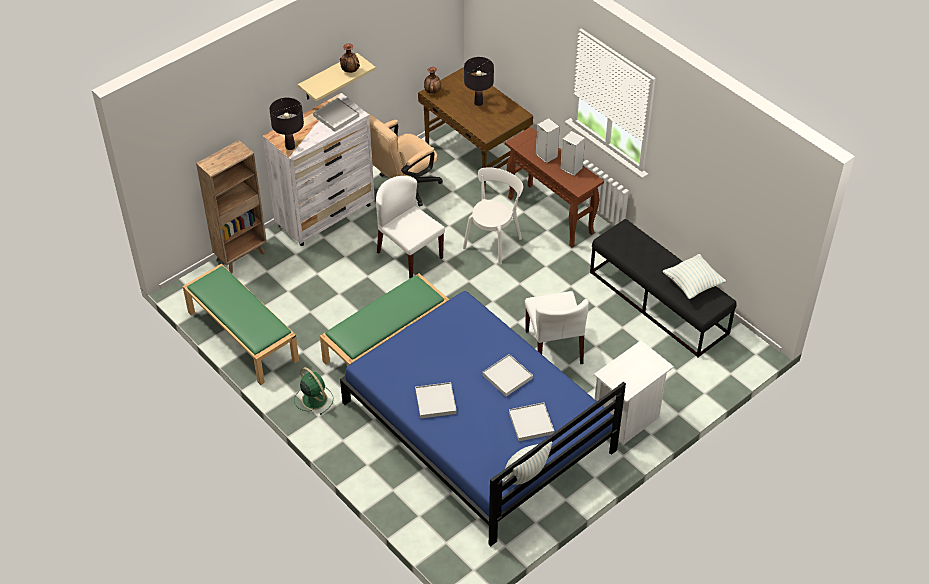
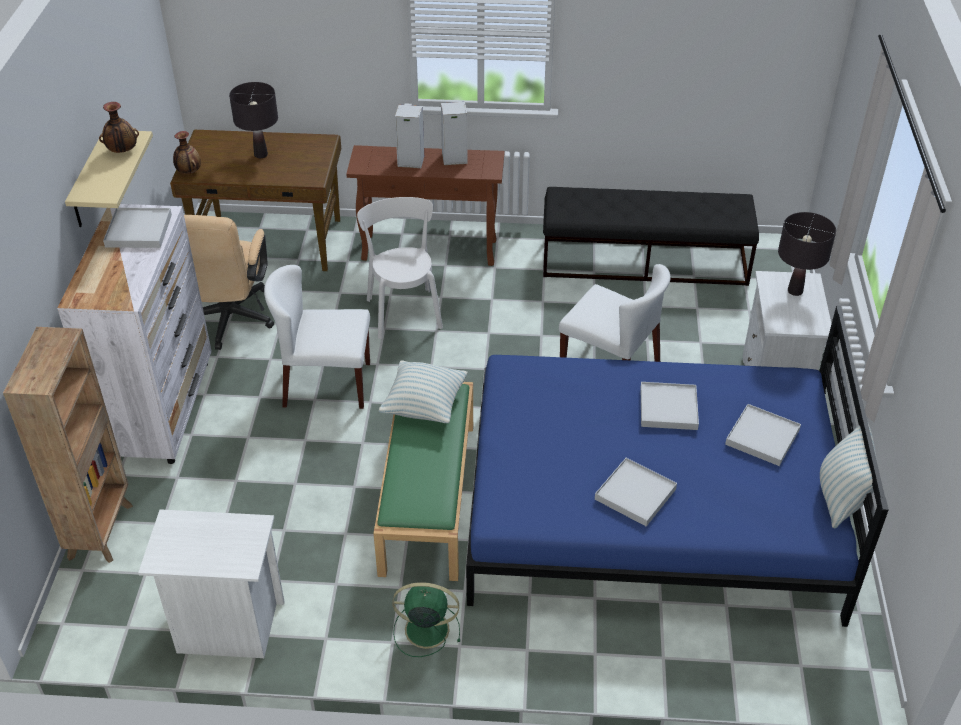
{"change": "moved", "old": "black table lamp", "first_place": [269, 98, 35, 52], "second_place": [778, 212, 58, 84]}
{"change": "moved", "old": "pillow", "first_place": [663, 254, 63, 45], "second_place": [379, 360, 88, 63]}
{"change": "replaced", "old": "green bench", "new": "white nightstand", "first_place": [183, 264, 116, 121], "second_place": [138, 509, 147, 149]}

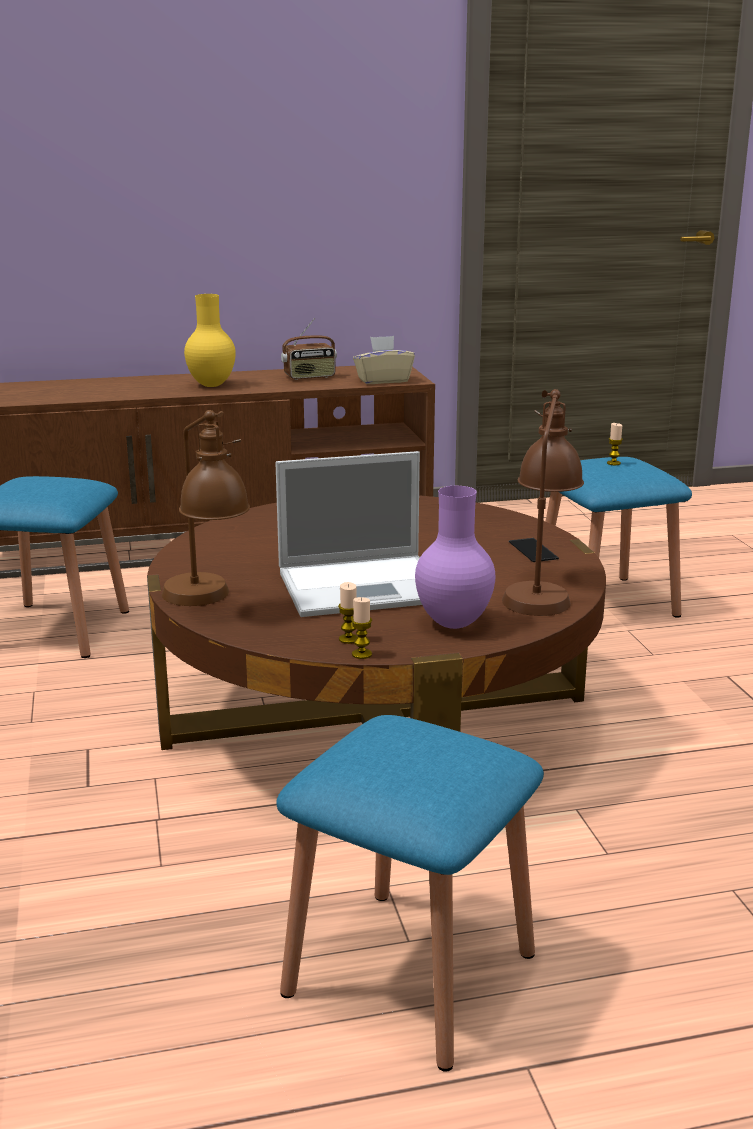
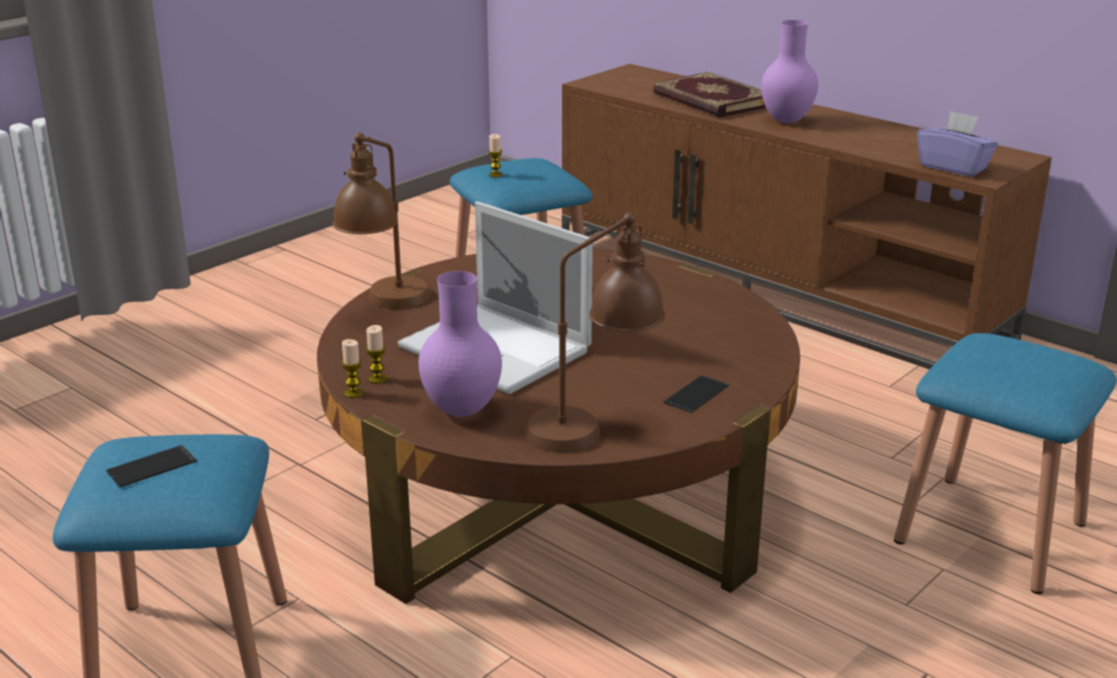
{"change": "recoloured", "old": "yellow vase", "new": "purple vase", "first_place": [184, 294, 52, 93], "second_place": [761, 20, 57, 103]}
{"change": "removed", "old": "radio", "first_place": [281, 318, 56, 62]}
{"change": "recoloured", "old": "beige tissue box", "new": "purple tissue box", "first_place": [353, 336, 62, 48], "second_place": [917, 111, 81, 66]}
{"change": "moved", "old": "candle", "first_place": [607, 423, 16, 42], "second_place": [488, 134, 15, 43]}
{"change": "added", "new": "book", "second_place": [653, 72, 113, 46]}
{"change": "added", "new": "phone", "second_place": [106, 445, 91, 42]}

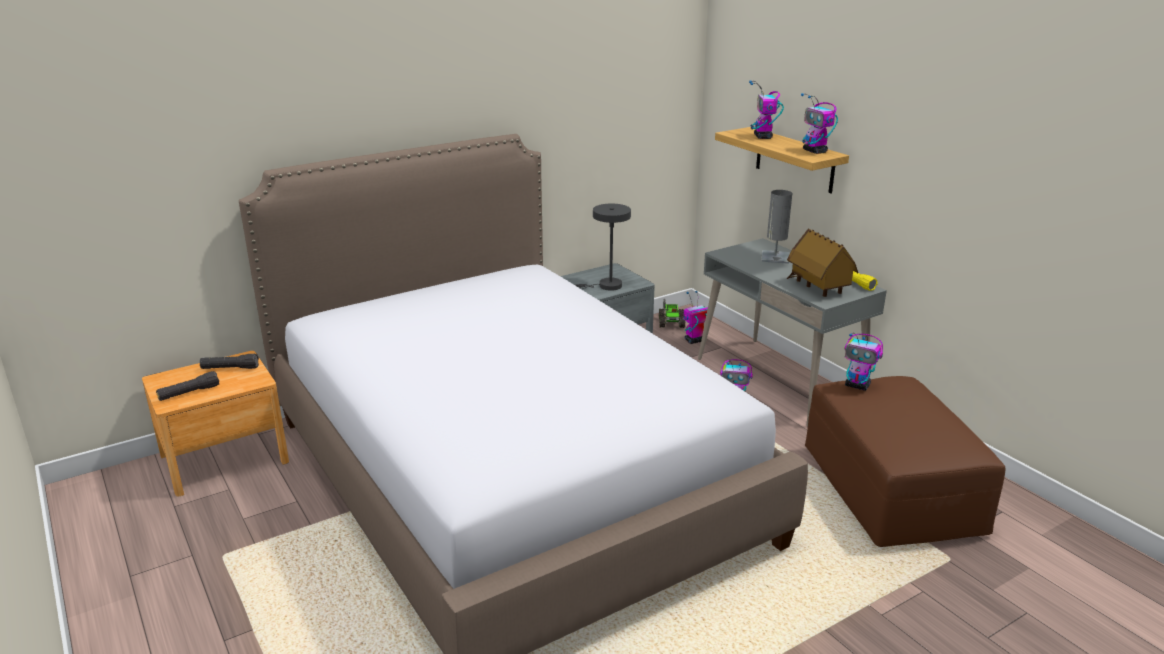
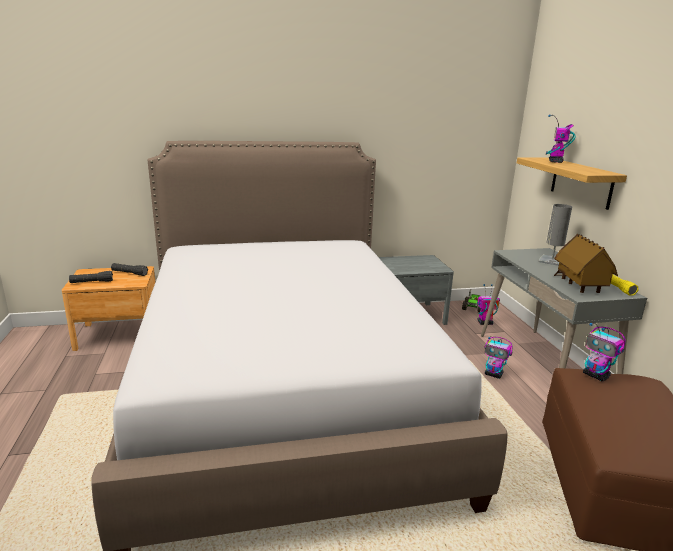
{"change": "removed", "old": "toy robot", "first_place": [801, 93, 37, 61]}
{"change": "removed", "old": "grey table lamp", "first_place": [575, 204, 56, 87]}

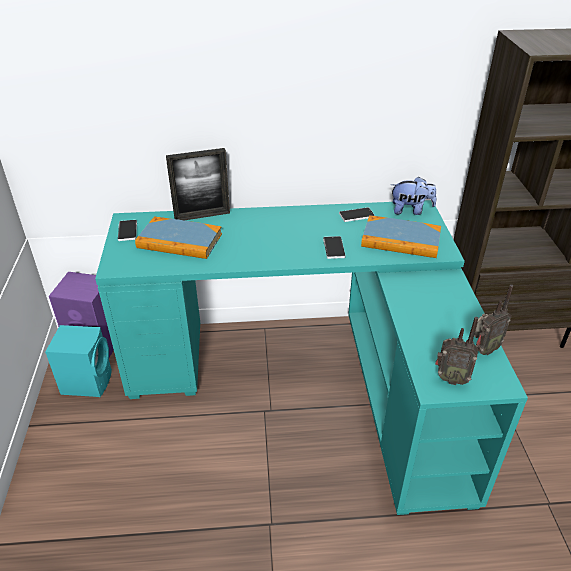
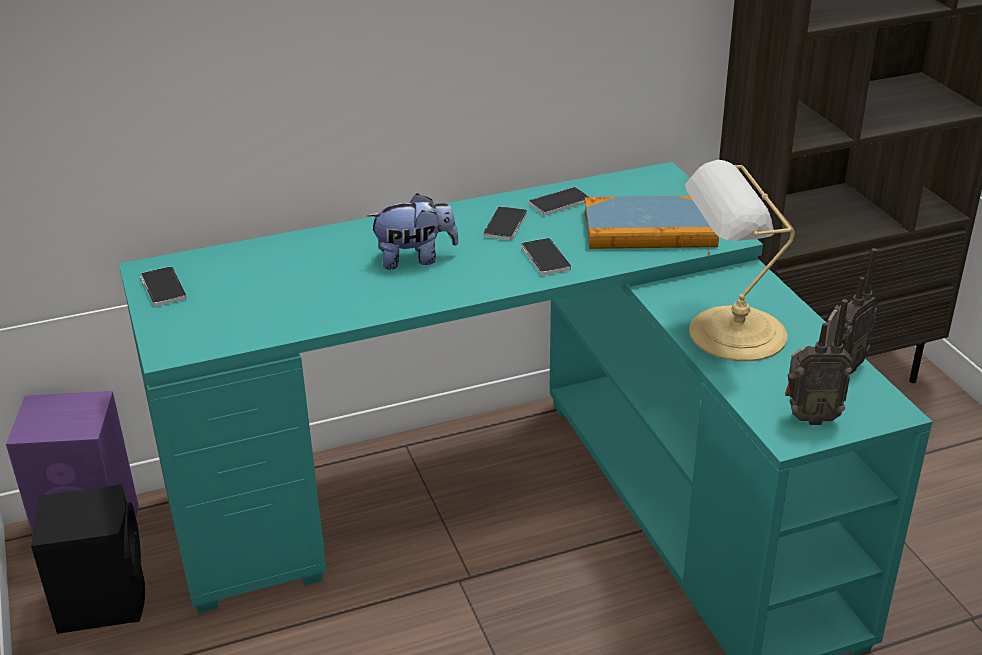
{"change": "removed", "old": "picture frame", "first_place": [166, 148, 64, 72]}
{"change": "moved", "old": "plush toy", "first_place": [391, 177, 45, 38], "second_place": [368, 193, 91, 76]}
{"change": "removed", "old": "book", "first_place": [135, 216, 87, 43]}
{"change": "recoloured", "old": "turquoise speaker", "new": "black speaker", "first_place": [45, 325, 67, 72], "second_place": [31, 484, 114, 150]}
{"change": "added", "new": "table lamp", "second_place": [685, 160, 110, 201]}
{"change": "added", "new": "phone", "second_place": [483, 206, 44, 34]}

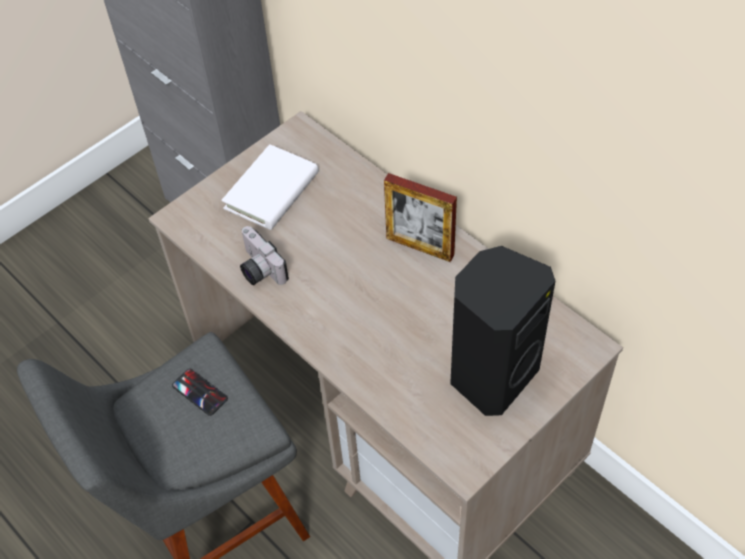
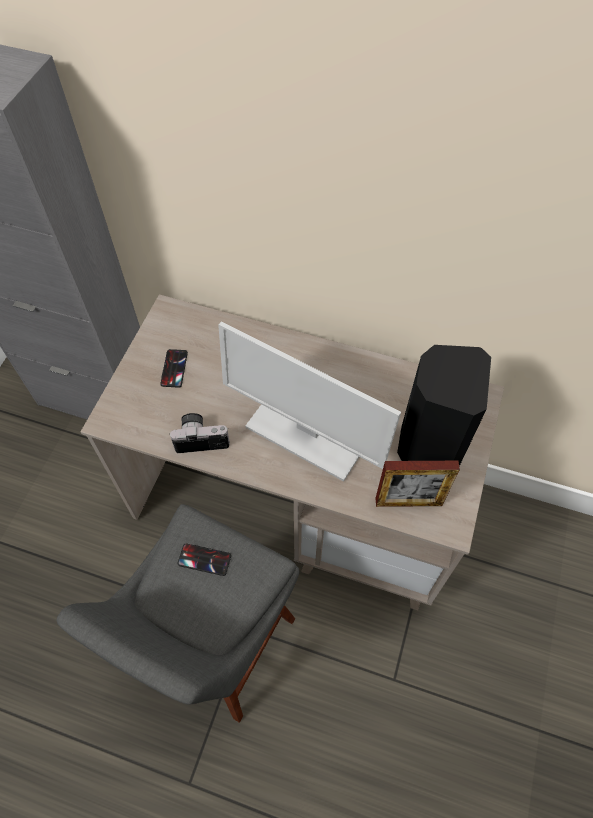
{"change": "replaced", "old": "white book", "new": "phone", "first_place": [221, 144, 98, 86], "second_place": [160, 349, 28, 39]}
{"change": "moved", "old": "picture frame", "first_place": [384, 173, 73, 89], "second_place": [376, 461, 84, 46]}
{"change": "turned", "old": "photo camera", "first_place": [240, 226, 49, 59], "second_place": [169, 413, 61, 40], "degrees": 150}
{"change": "added", "new": "monitor", "second_place": [218, 321, 183, 160]}

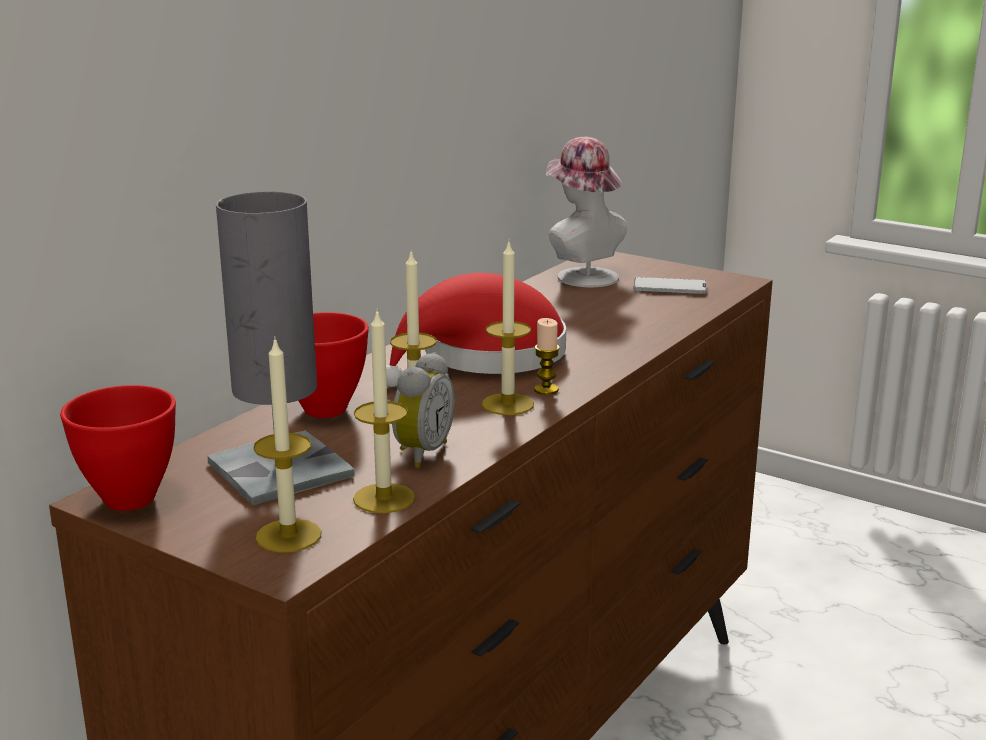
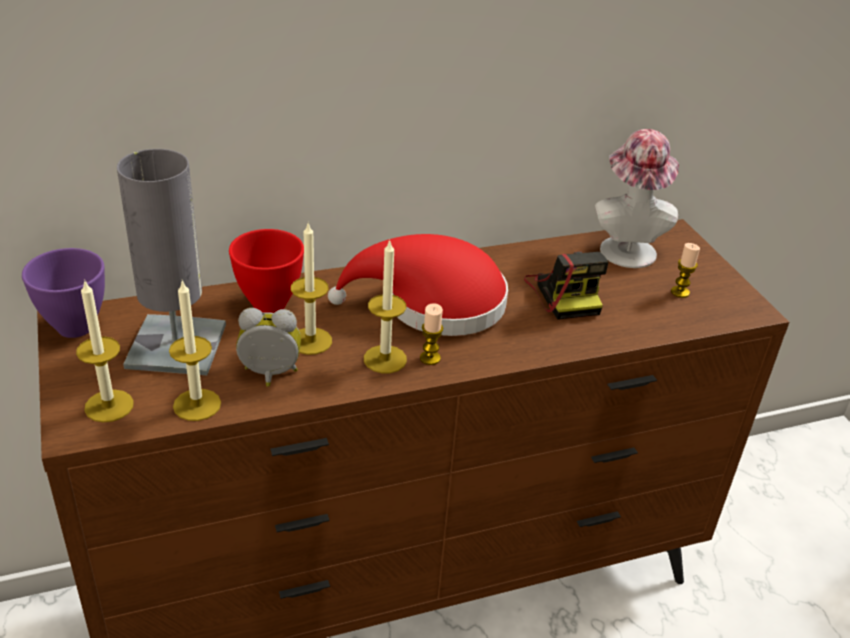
{"change": "replaced", "old": "phone", "new": "candle", "first_place": [633, 277, 73, 17], "second_place": [671, 243, 29, 55]}
{"change": "turned", "old": "alarm clock", "first_place": [392, 352, 63, 116], "second_place": [236, 308, 65, 79], "degrees": -150}
{"change": "recoloured", "old": "red bowl", "new": "purple bowl", "first_place": [60, 385, 116, 126], "second_place": [22, 248, 83, 90]}
{"change": "added", "new": "photo camera", "second_place": [524, 252, 85, 68]}

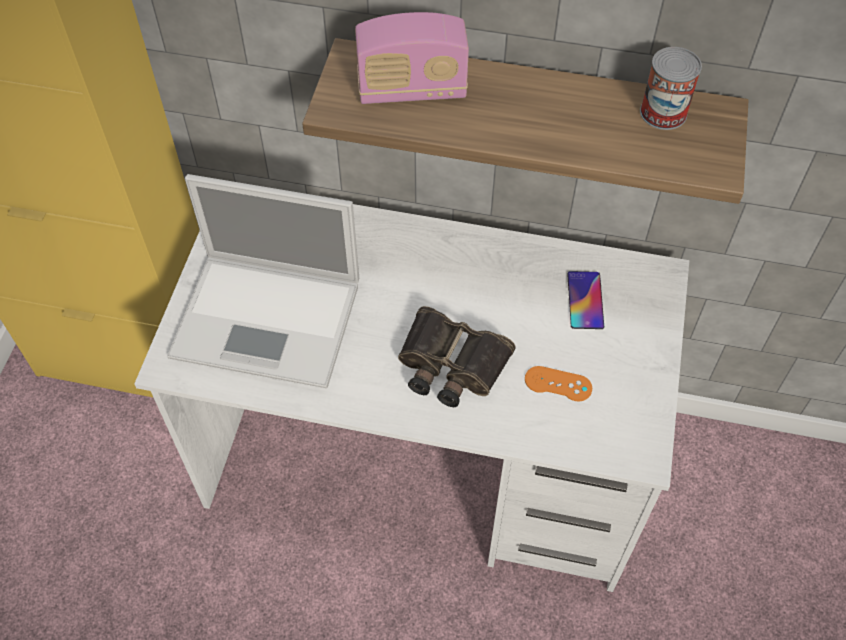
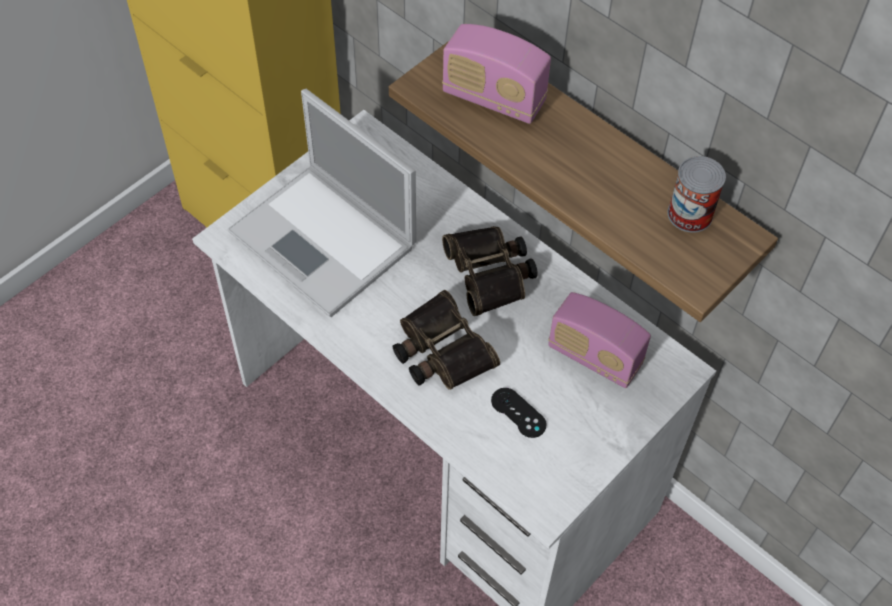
{"change": "replaced", "old": "phone", "new": "radio", "first_place": [567, 271, 37, 58], "second_place": [548, 292, 103, 96]}
{"change": "recoloured", "old": "orange game controller", "new": "black game controller", "first_place": [525, 366, 67, 35], "second_place": [491, 388, 56, 50]}
{"change": "added", "new": "binoculars", "second_place": [442, 226, 96, 90]}

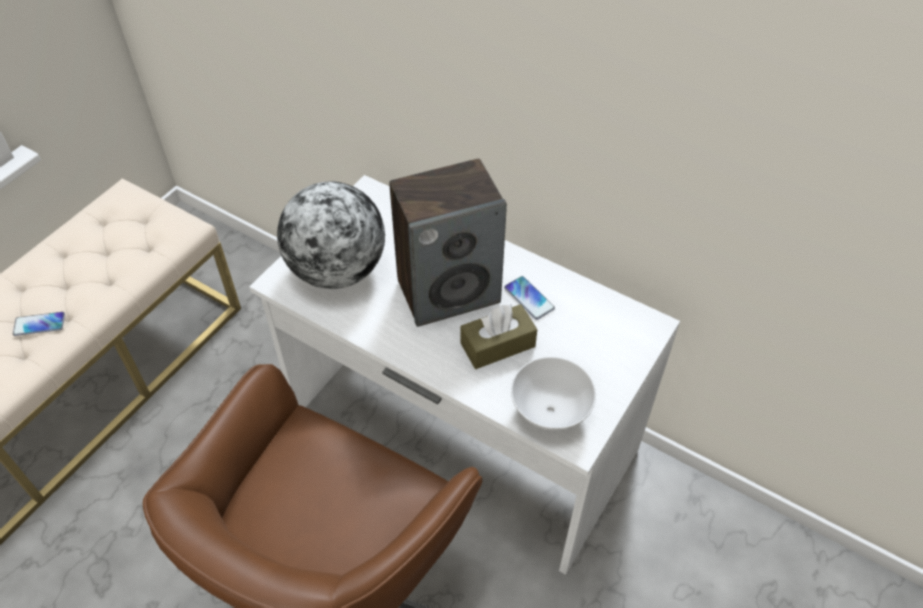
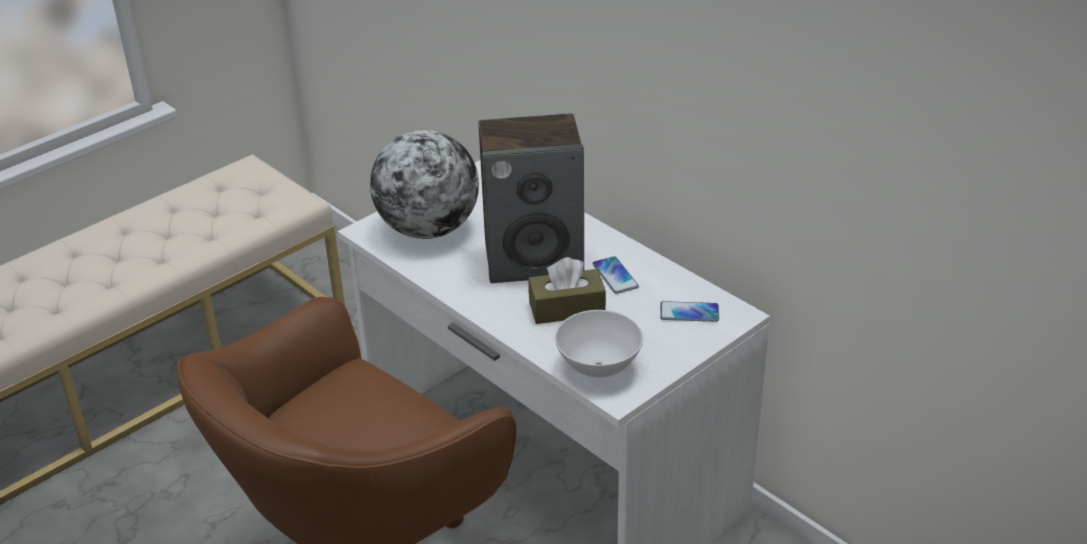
{"change": "moved", "old": "phone", "first_place": [13, 312, 52, 24], "second_place": [660, 301, 59, 21]}

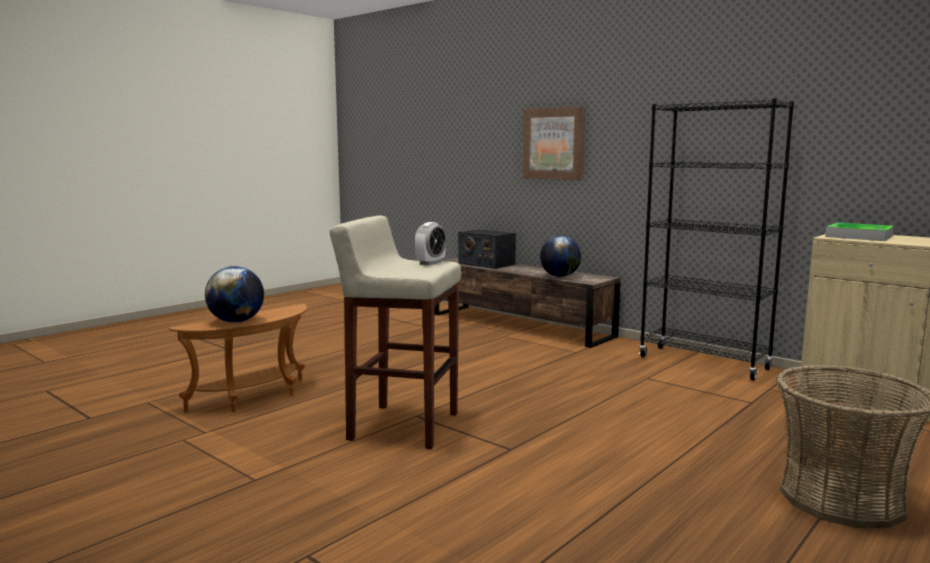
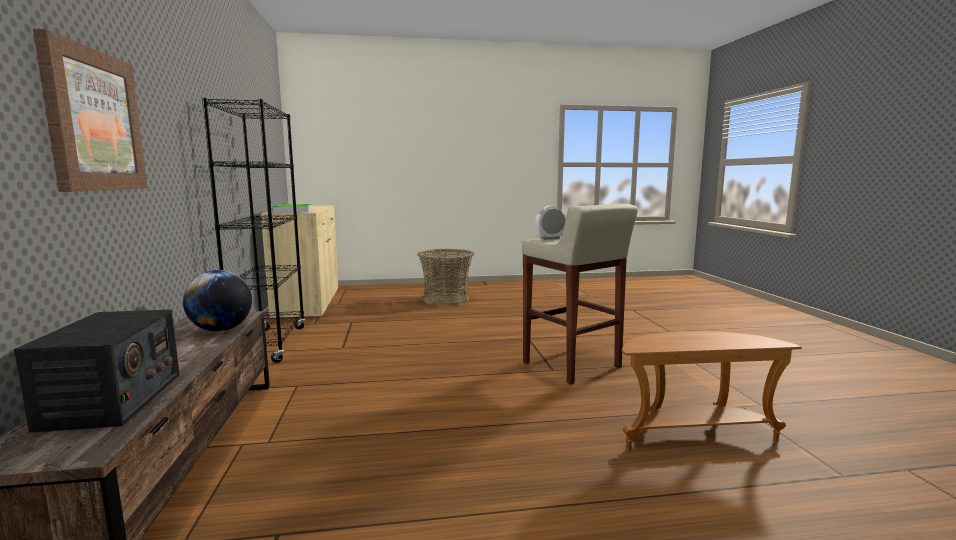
{"change": "removed", "old": "globe", "first_place": [205, 266, 59, 57]}

